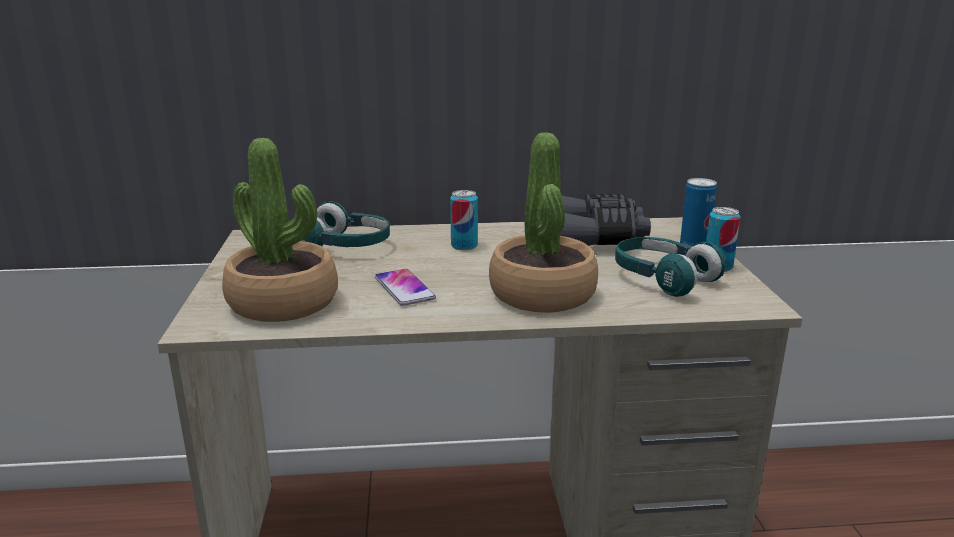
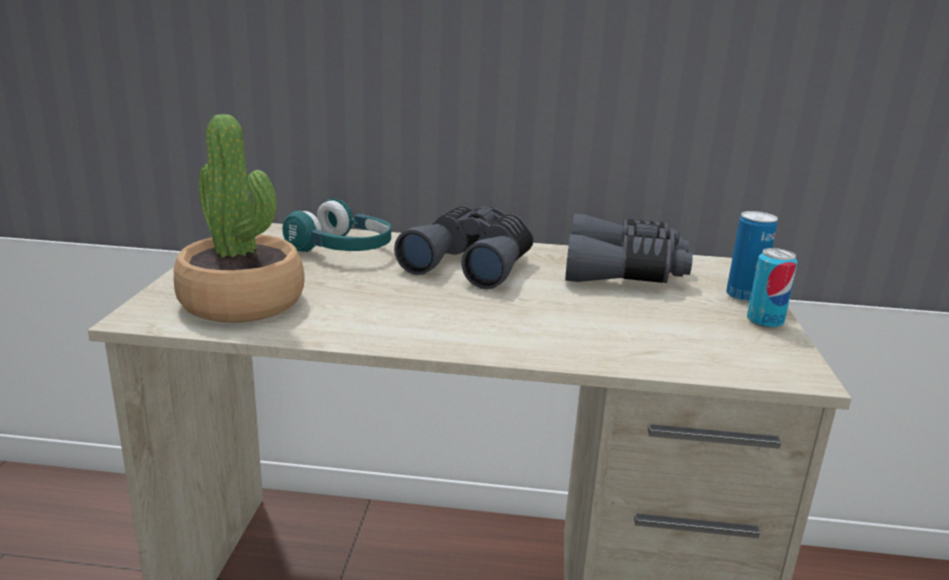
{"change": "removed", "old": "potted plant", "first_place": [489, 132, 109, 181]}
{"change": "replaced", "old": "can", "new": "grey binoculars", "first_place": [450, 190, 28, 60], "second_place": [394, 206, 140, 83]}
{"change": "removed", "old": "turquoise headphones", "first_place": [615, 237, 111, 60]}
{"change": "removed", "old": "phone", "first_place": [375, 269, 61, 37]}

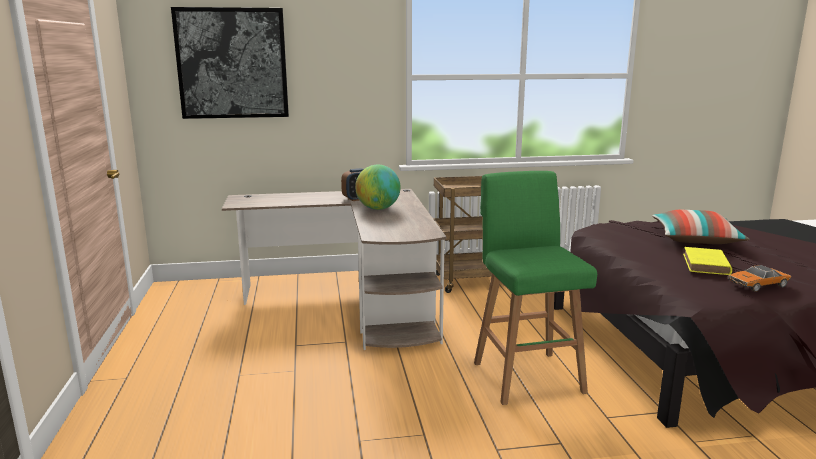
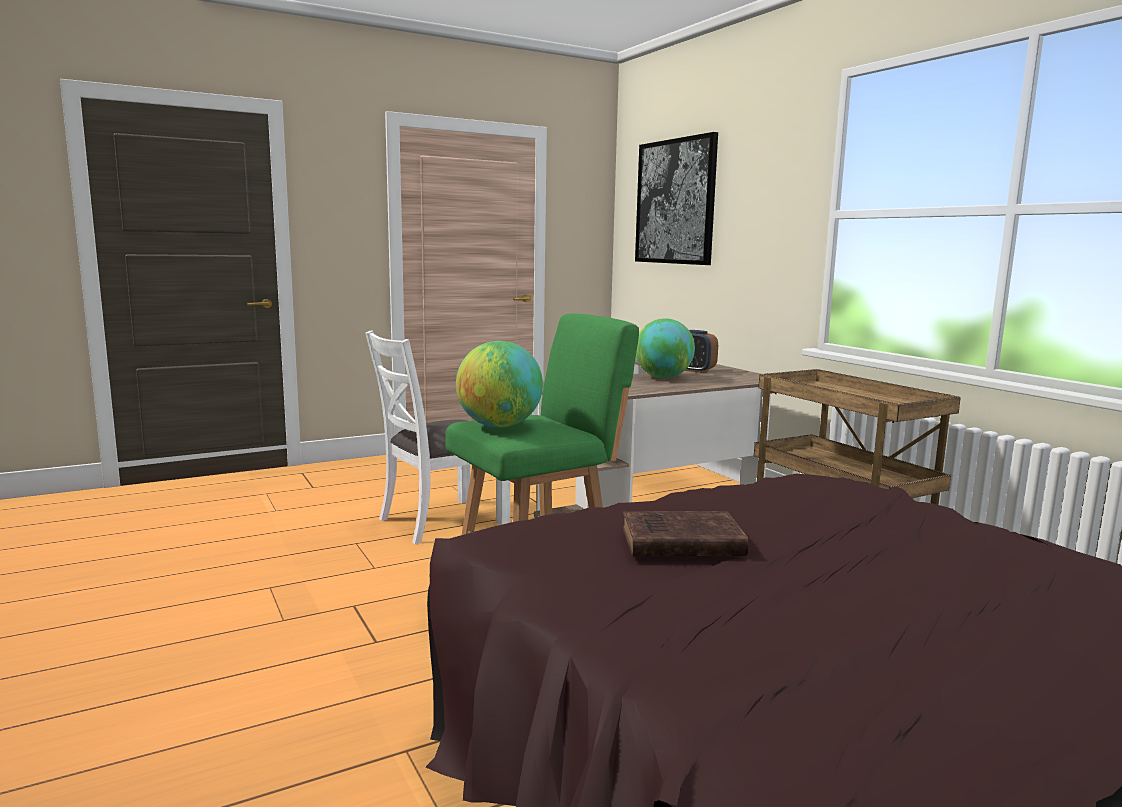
{"change": "removed", "old": "pillow", "first_place": [652, 210, 97, 34]}
{"change": "recoloured", "old": "yellow book", "new": "brown book", "first_place": [683, 247, 49, 28], "second_place": [622, 511, 127, 45]}
{"change": "removed", "old": "toy car", "first_place": [728, 265, 63, 27]}
{"change": "added", "new": "white chair", "second_place": [365, 330, 145, 214]}
{"change": "added", "new": "globe", "second_place": [456, 341, 87, 87]}

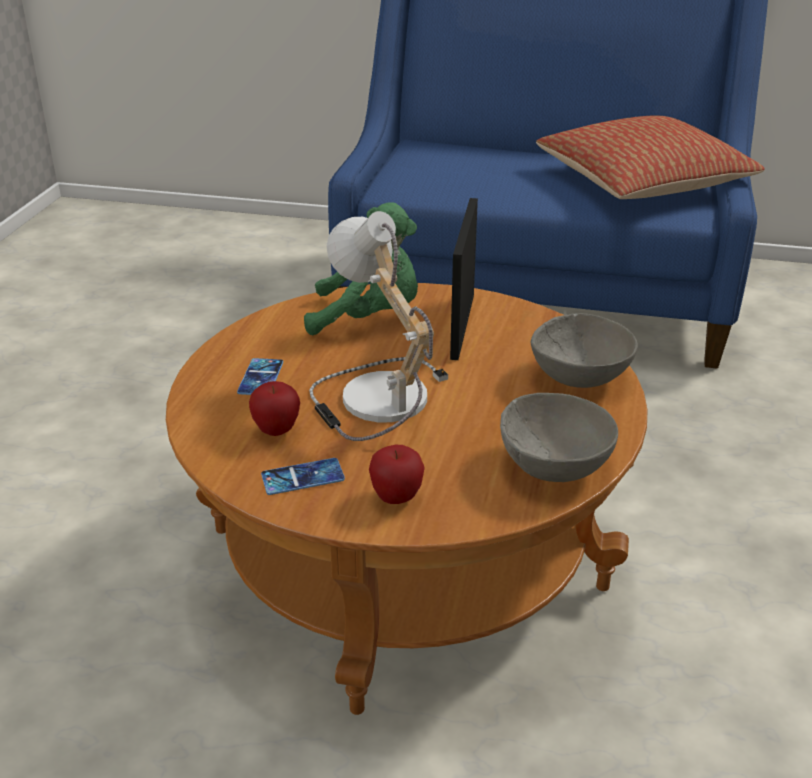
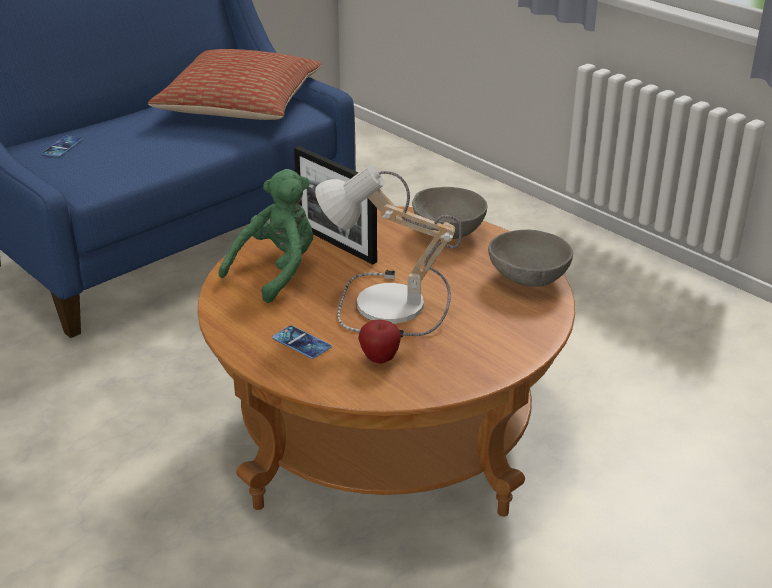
{"change": "removed", "old": "apple", "first_place": [369, 445, 56, 59]}
{"change": "moved", "old": "phone", "first_place": [261, 458, 84, 37], "second_place": [42, 136, 41, 21]}

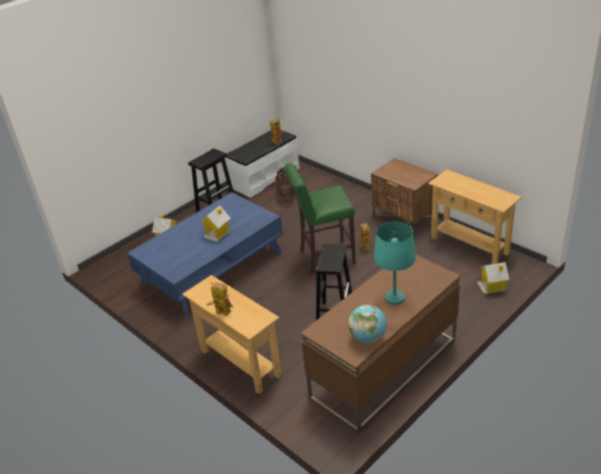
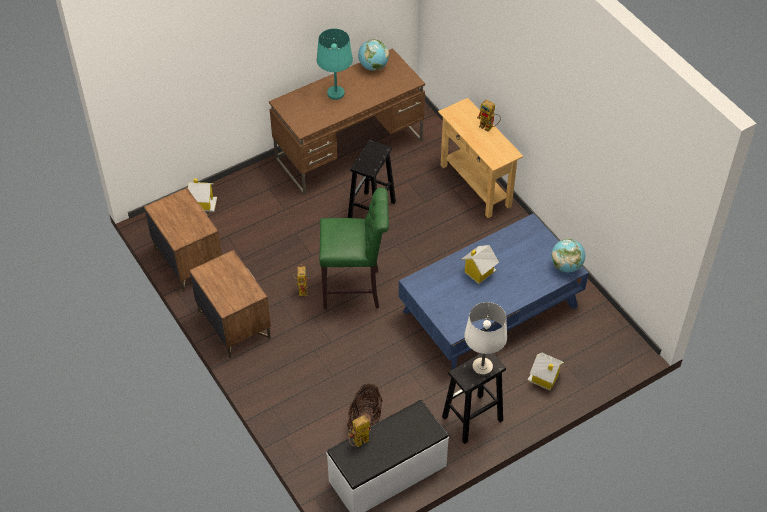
{"change": "replaced", "old": "beige console table", "new": "brown nightstand", "first_place": [428, 169, 94, 95], "second_place": [144, 188, 78, 104]}
{"change": "added", "new": "globe", "second_place": [551, 238, 34, 35]}
{"change": "added", "new": "white table lamp", "second_place": [464, 302, 43, 74]}

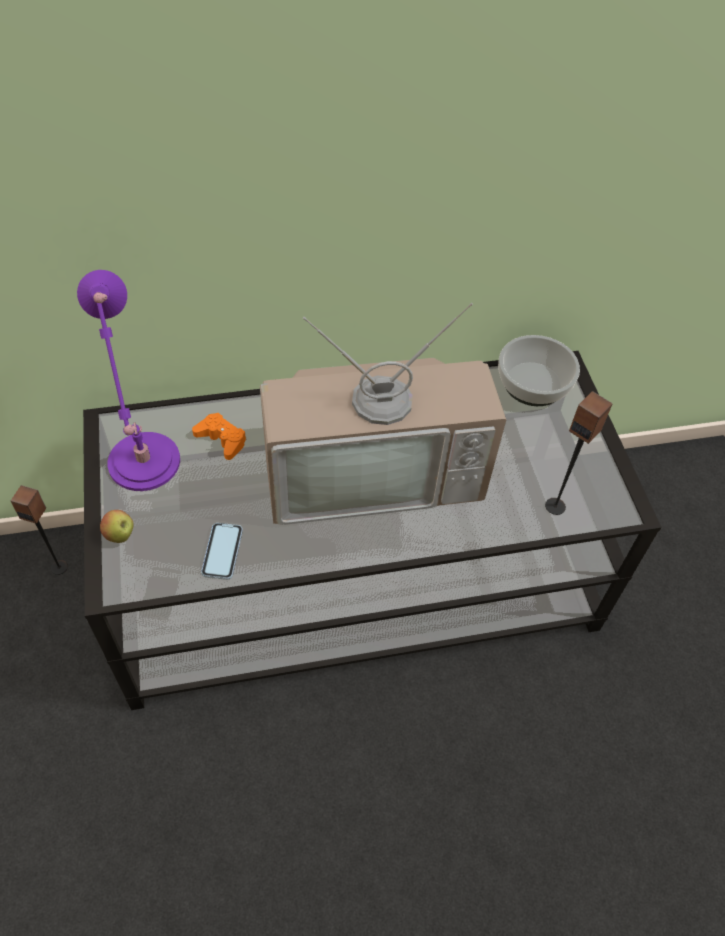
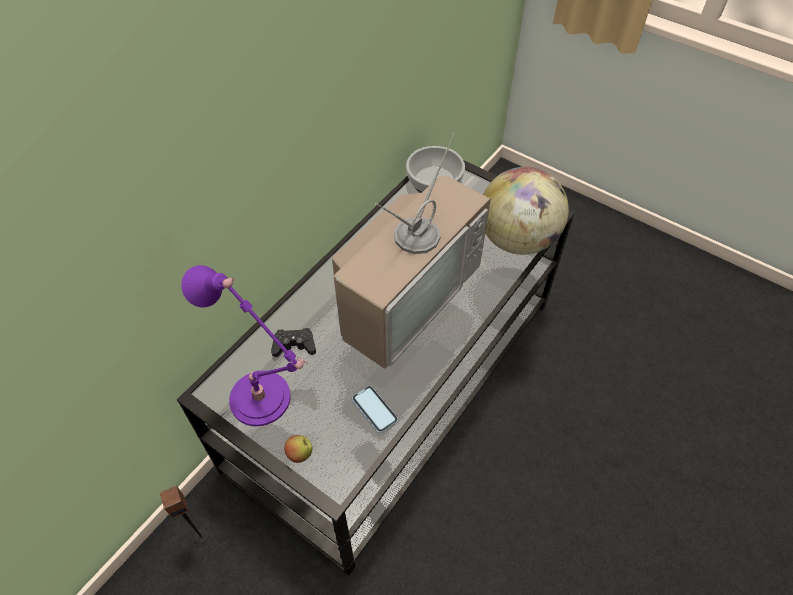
{"change": "replaced", "old": "speaker", "new": "globe", "first_place": [545, 391, 68, 124], "second_place": [483, 167, 86, 88]}
{"change": "recoloured", "old": "orange game controller", "new": "black game controller", "first_place": [192, 413, 54, 47], "second_place": [271, 328, 45, 29]}

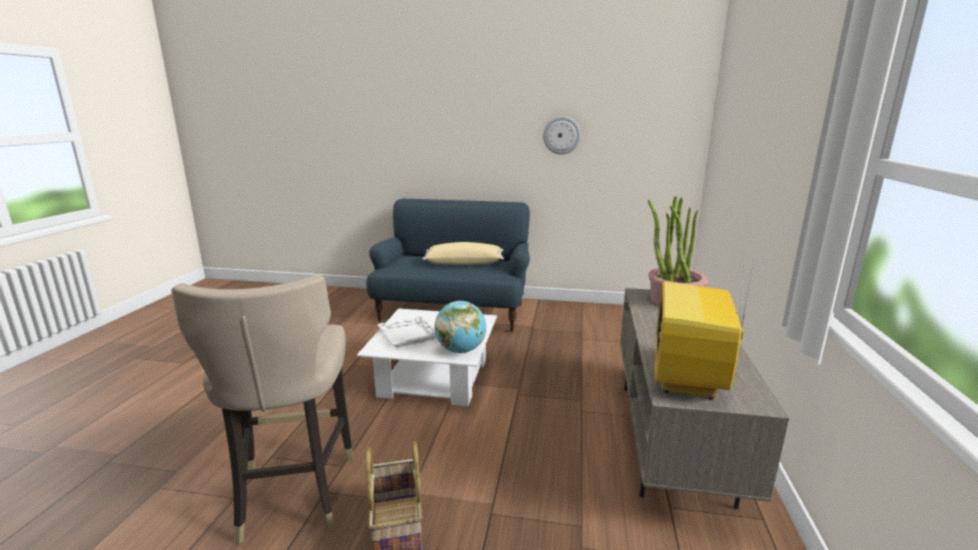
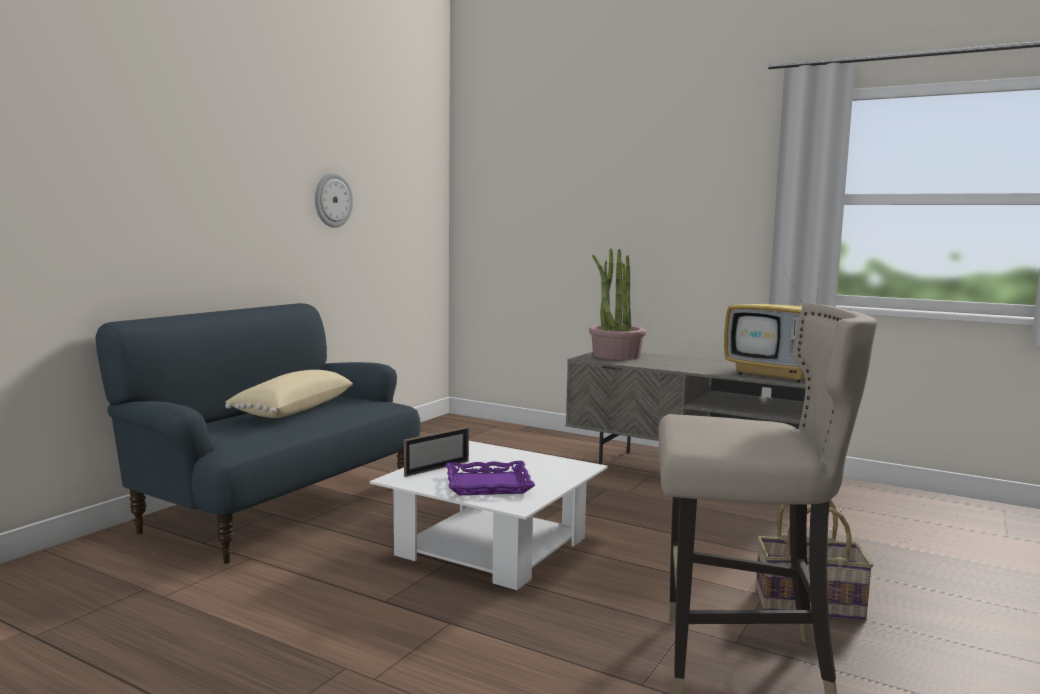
{"change": "removed", "old": "globe", "first_place": [434, 301, 52, 52]}
{"change": "recoloured", "old": "white tray", "new": "purple tray", "first_place": [377, 316, 59, 31], "second_place": [446, 461, 89, 34]}
{"change": "added", "new": "picture frame", "second_place": [404, 427, 65, 50]}

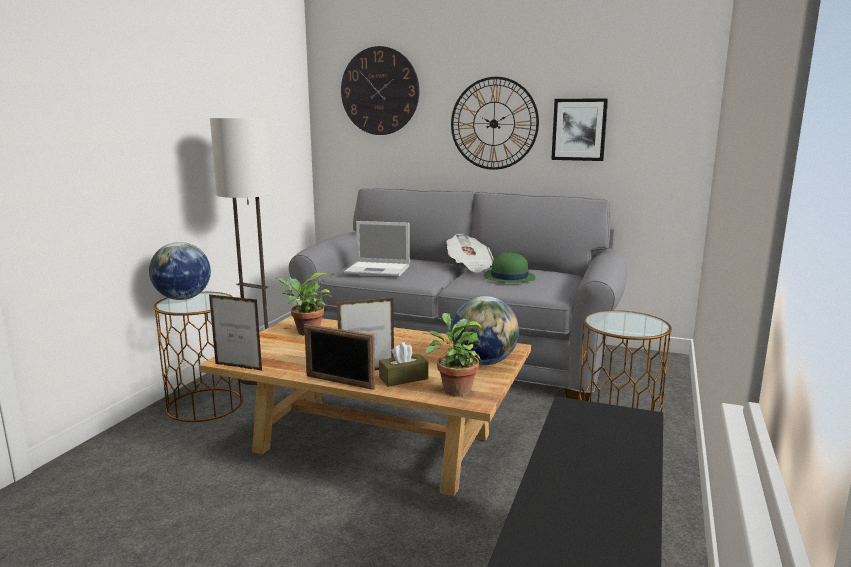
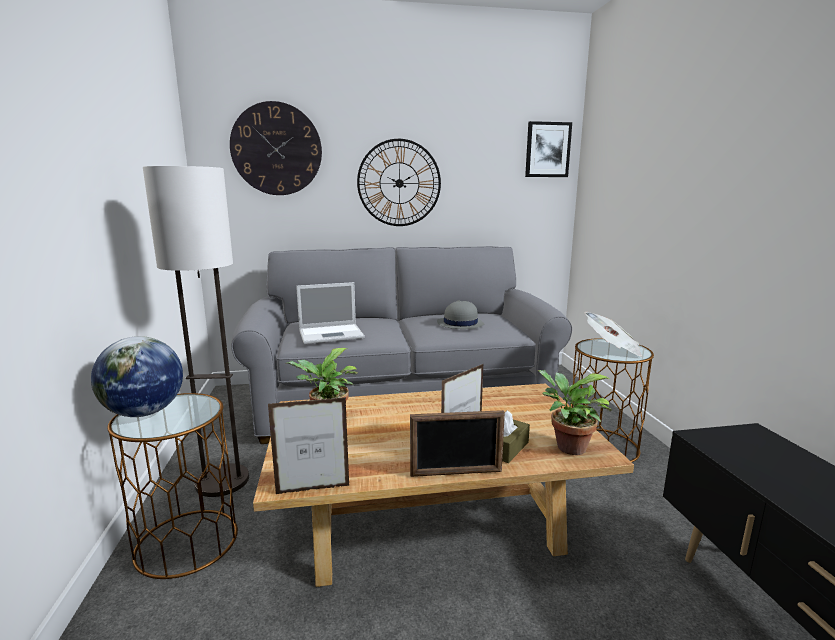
{"change": "moved", "old": "picture", "first_place": [551, 98, 57, 63], "second_place": [525, 121, 47, 56]}
{"change": "moved", "old": "newspaper", "first_place": [447, 234, 47, 39], "second_place": [584, 312, 58, 45]}
{"change": "recoloured", "old": "green hat", "new": "grey hat", "first_place": [484, 252, 51, 31], "second_place": [437, 300, 47, 29]}
{"change": "removed", "old": "globe", "first_place": [451, 296, 68, 69]}

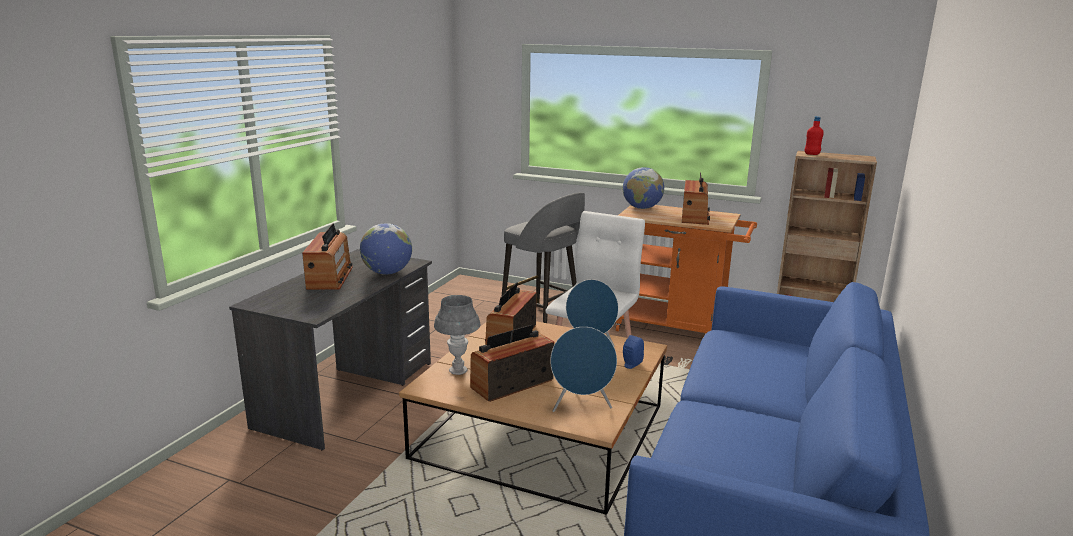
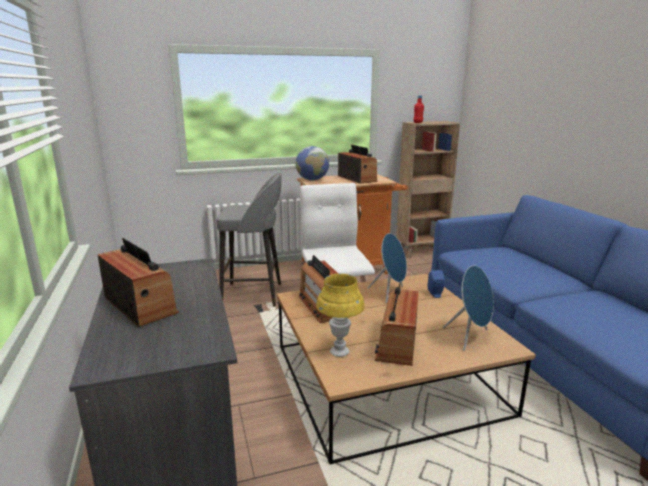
{"change": "removed", "old": "globe", "first_place": [360, 223, 52, 51]}
{"change": "recoloured", "old": "grey table lamp", "new": "yellow table lamp", "first_place": [434, 295, 46, 80], "second_place": [316, 274, 49, 83]}

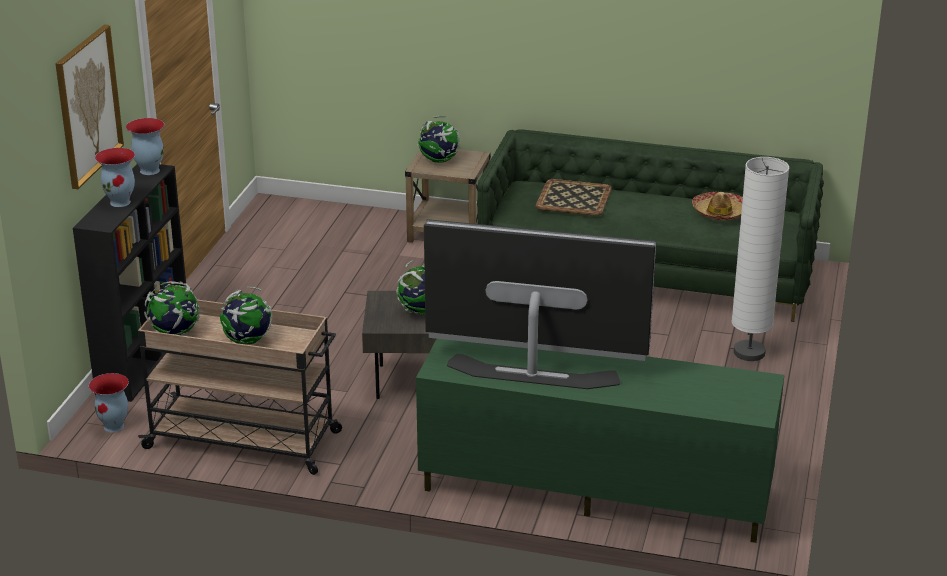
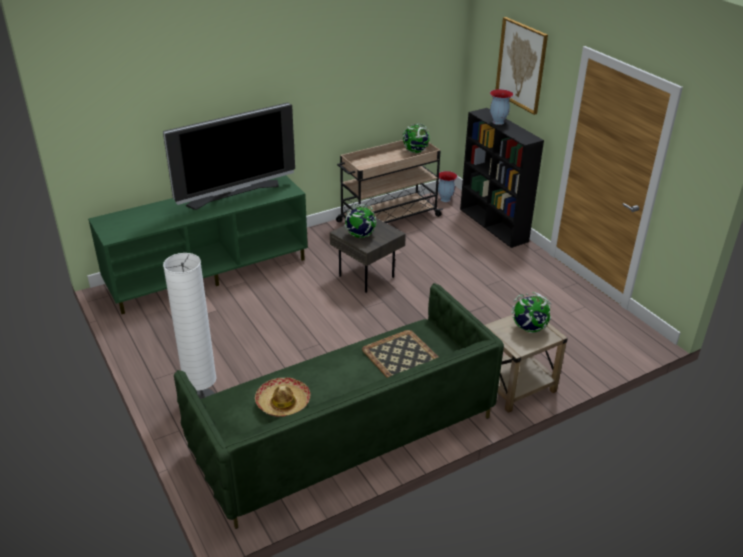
{"change": "removed", "old": "vase", "first_place": [126, 118, 38, 57]}
{"change": "removed", "old": "globe", "first_place": [220, 287, 53, 58]}

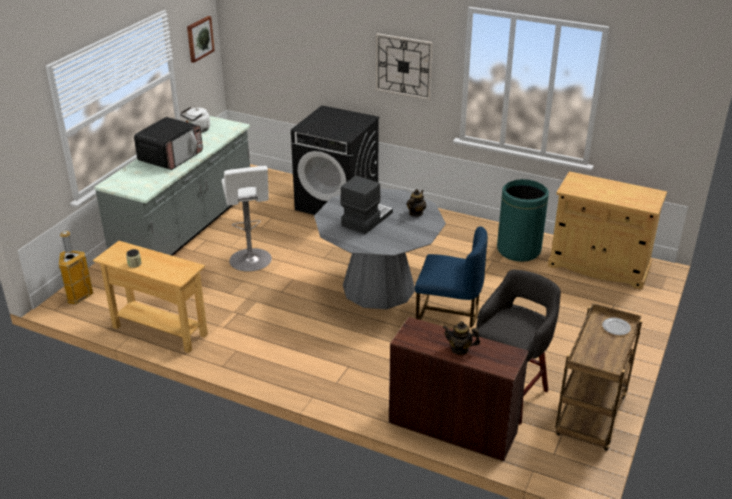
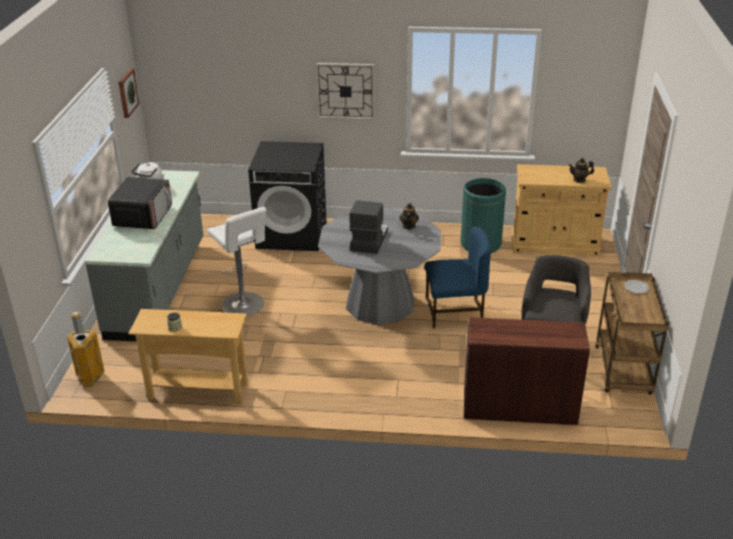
{"change": "moved", "old": "teapot", "first_place": [443, 321, 37, 34], "second_place": [568, 158, 26, 25]}

